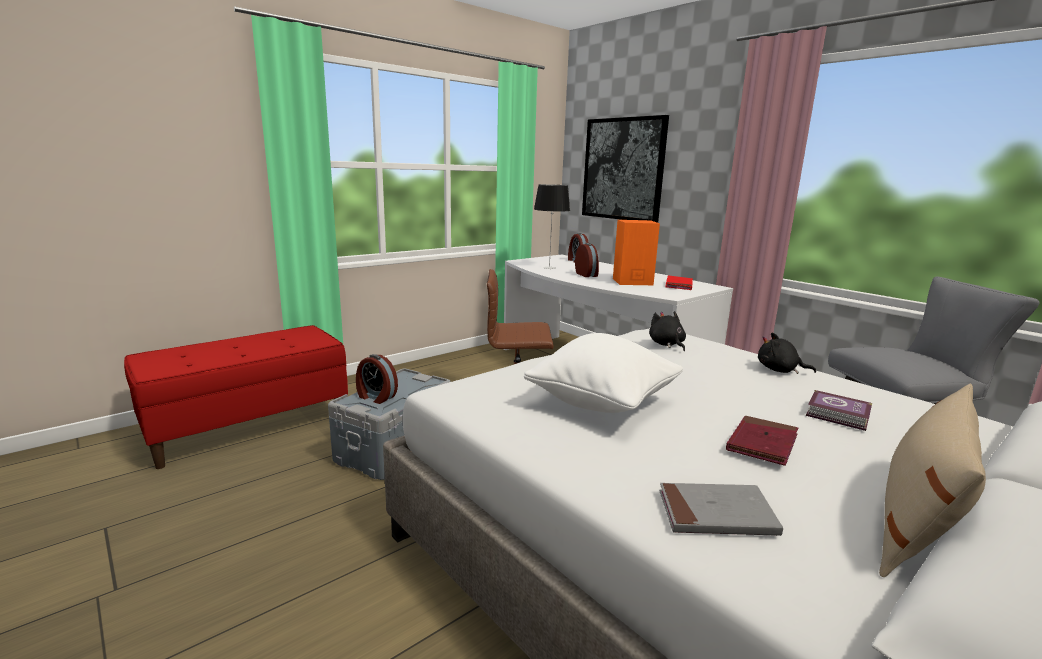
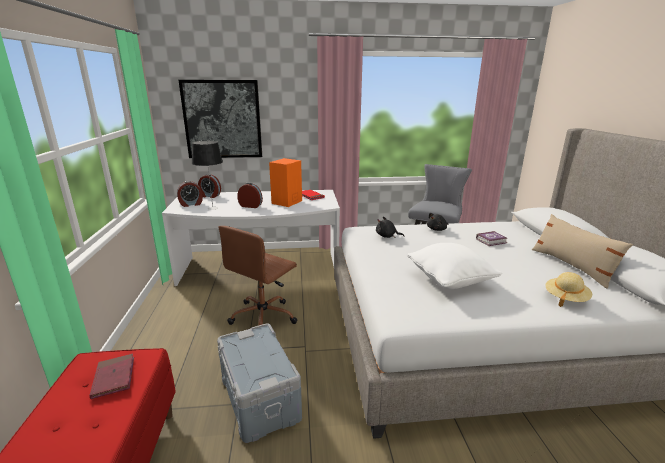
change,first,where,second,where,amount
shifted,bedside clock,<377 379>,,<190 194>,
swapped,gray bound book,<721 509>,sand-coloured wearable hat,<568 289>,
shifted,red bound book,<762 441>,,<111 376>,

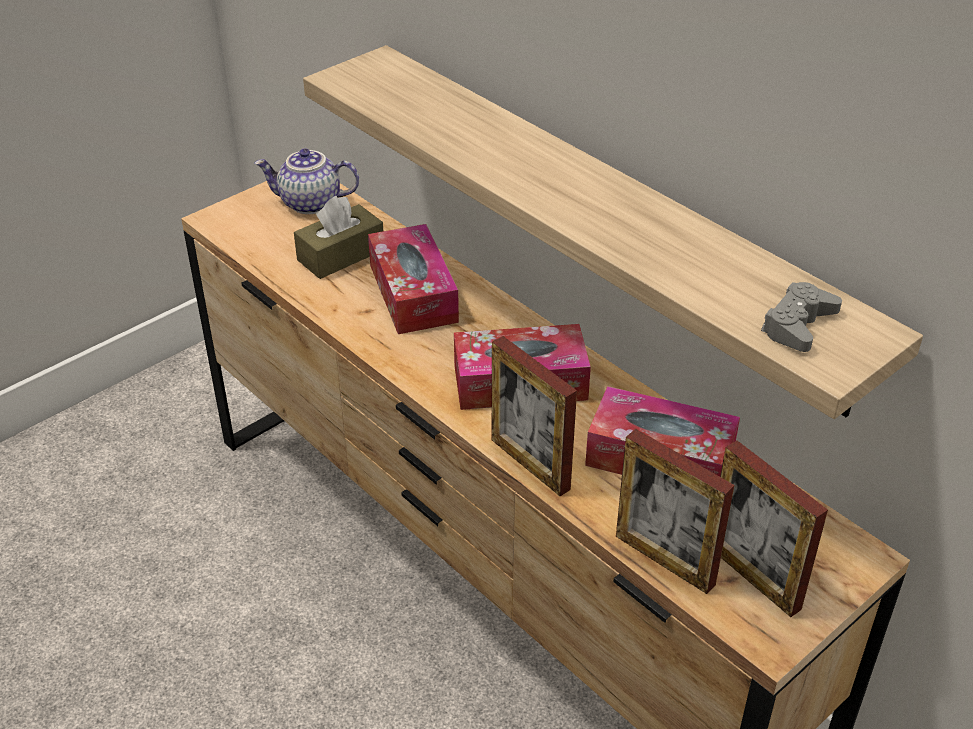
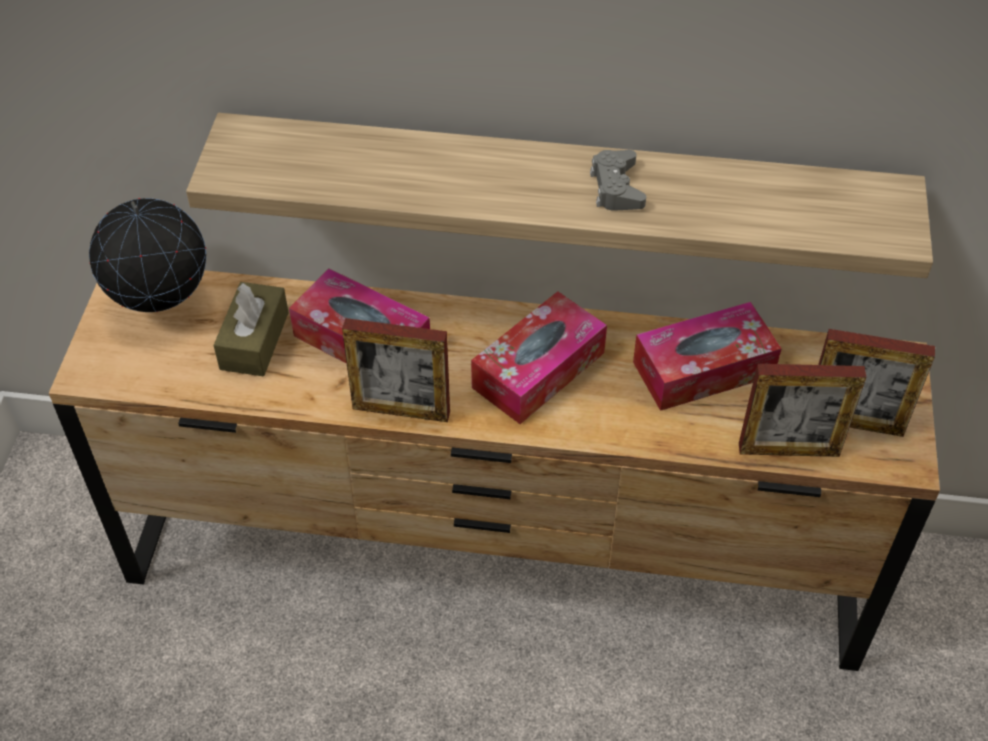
change,first,where,second,where,amount
swapped,pot for tea,<306 181>,world globe,<147 255>,
shifted,picture frame,<534 416>,,<396 370>,
shifted,gray joypad,<801 317>,,<618 180>,

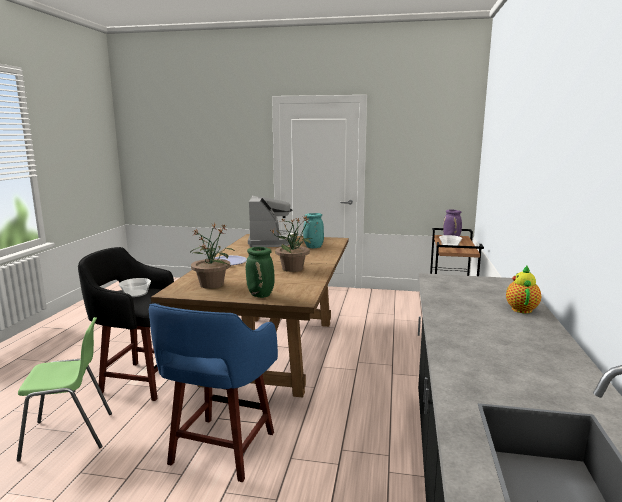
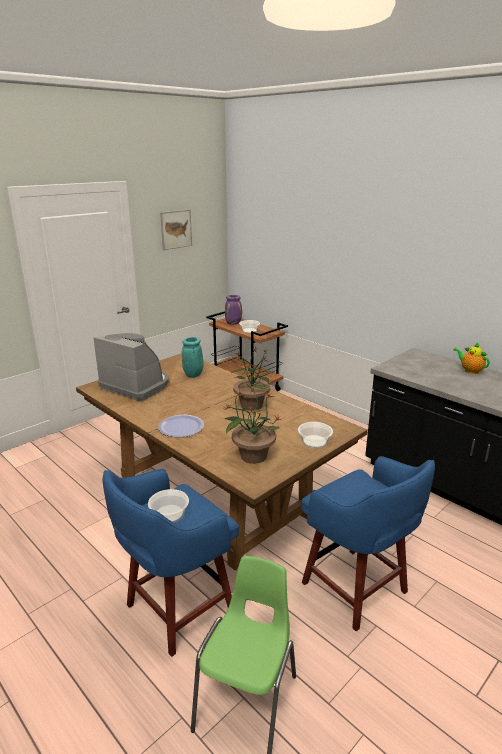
change,first,where,second,where,amount
repainted,black-coloured sitting stool,<126 324>,bluish sitting stool,<171 563>,
swapped,green-coloured decorative vase,<260 272>,serving bowl,<315 435>,
new,,,wall picture,<176 229>,

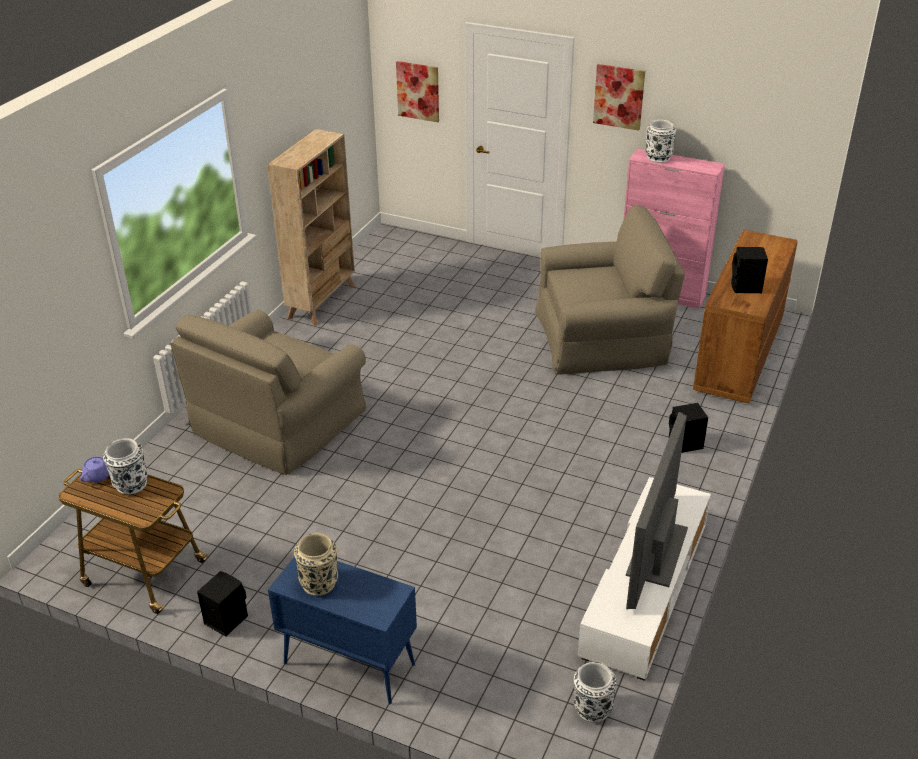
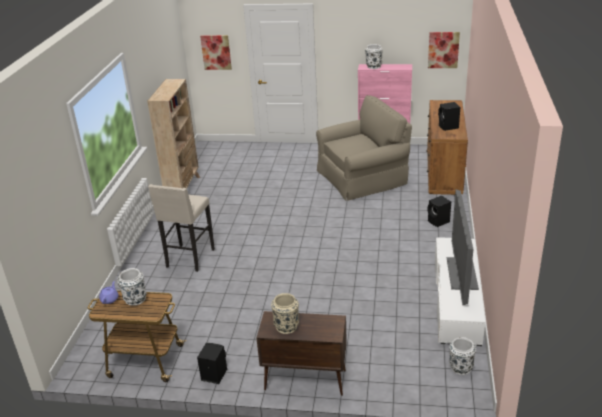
change,first,where,second,where,amount
swapped,sand-coloured armchair,<268 392>,sand-coloured sitting stool,<181 228>,
repainted,bluish cupboard,<342 630>,brown cupboard,<301 353>,
shifted,wall picture,<619 97>,,<444 50>,

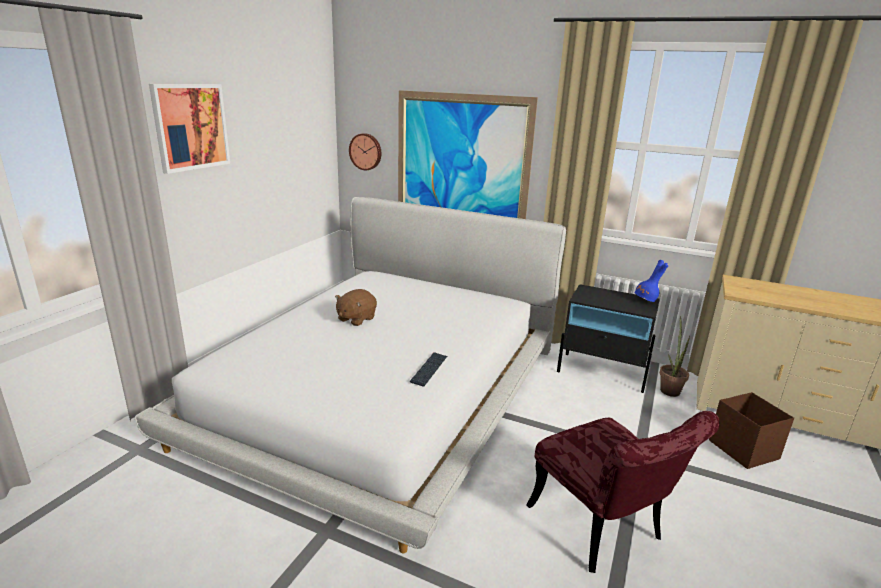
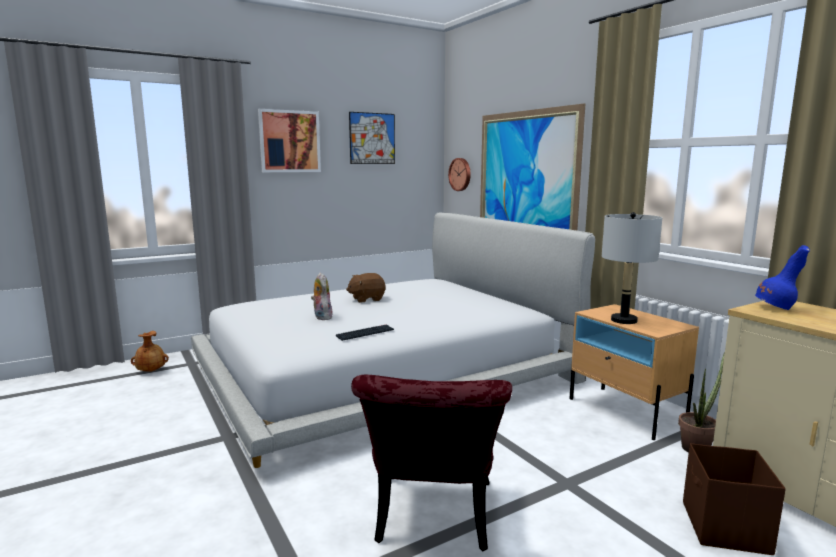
change,first,where,second,where,amount
repainted,black-coloured night table,<608 338>,sand-coloured night table,<634 372>,
shifted,bluish decorative vase,<652 281>,,<782 277>,
new,,,brown decorative vase,<150 351>,
new,,,plush toy,<321 296>,
new,,,wall picture,<372 138>,
new,,,gray lamp for a table,<632 268>,

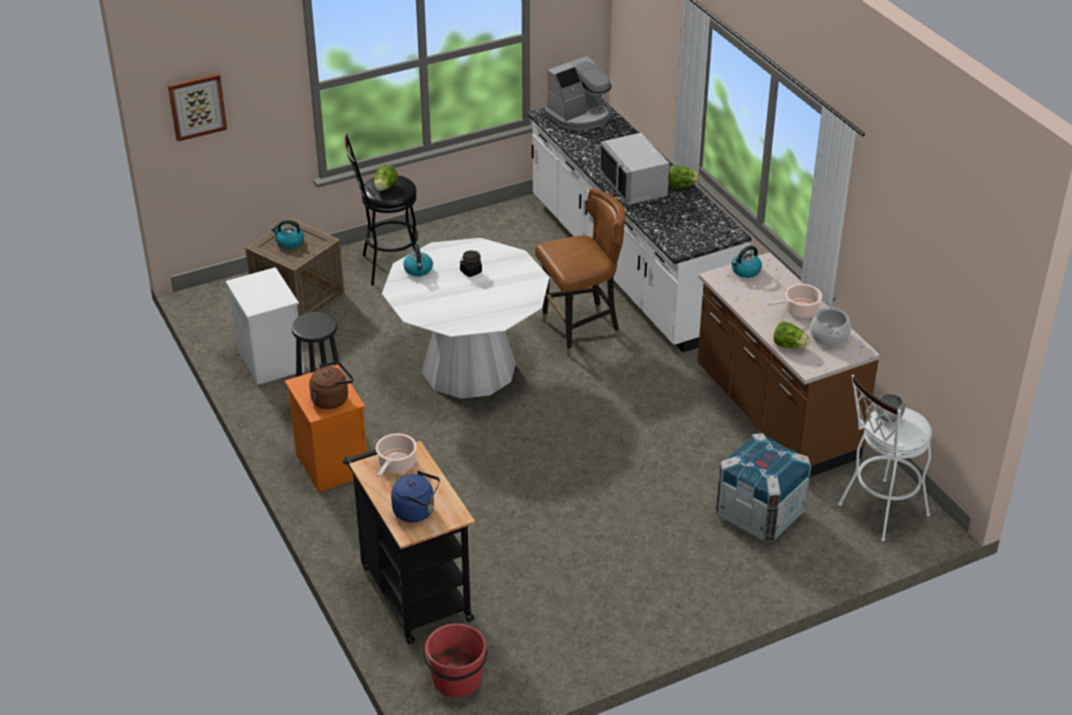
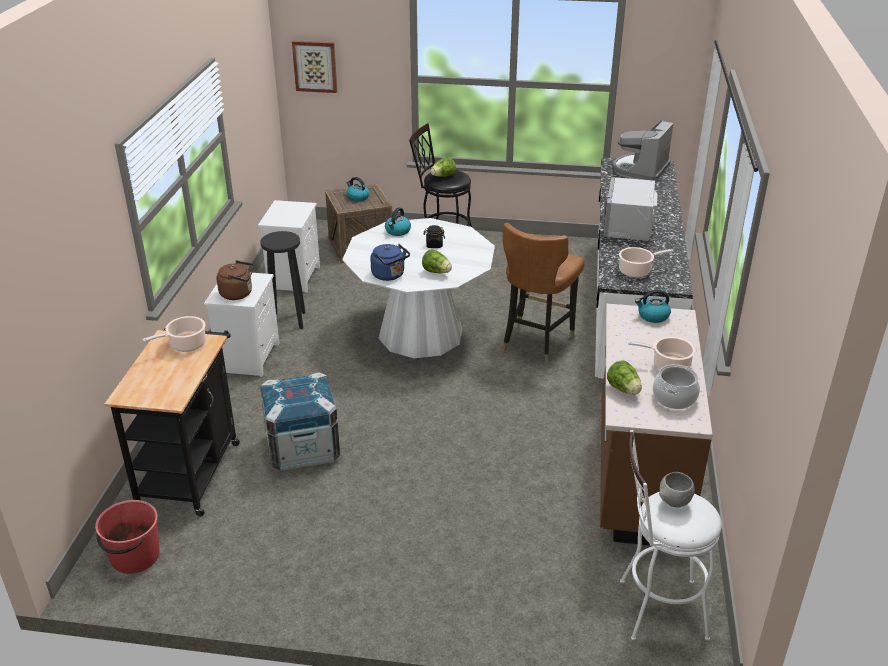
change,first,where,second,where,amount
repainted,orange night table,<326 428>,white night table,<242 324>,
shifted,bluish water kettle,<415 496>,,<390 262>,
rotated,brown chair,<580 272>,,<543 293>,105 degrees clockwise
rotated,coffee machine,<578 93>,,<643 151>,120 degrees clockwise
shifted,head of lettuce,<684 177>,,<437 261>,
shifted,packing crate,<763 487>,,<300 421>,
new,,,cooking pot,<646 262>,

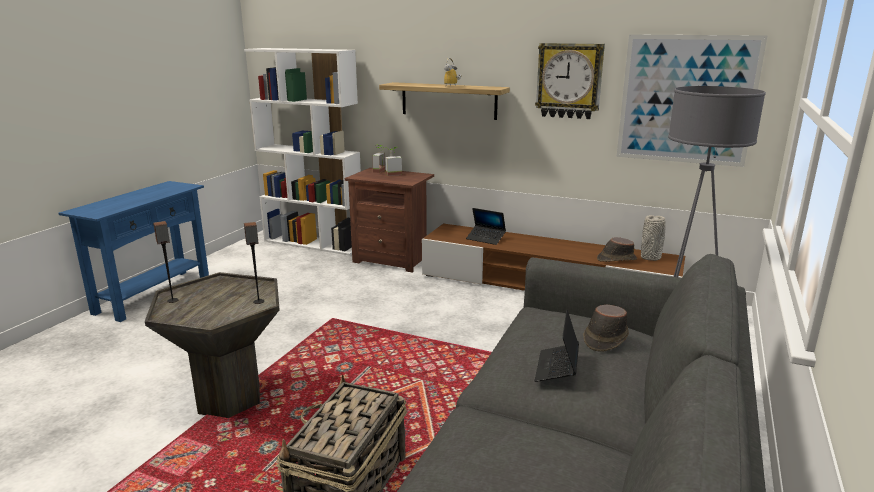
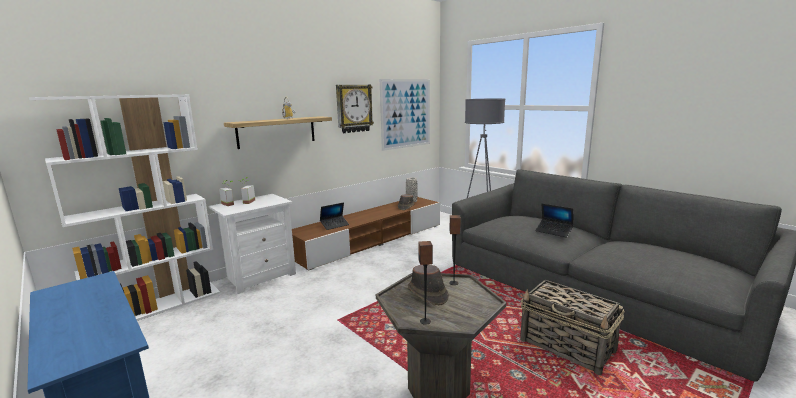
change,first,where,second,where,amount
repainted,brown night table,<389 220>,white night table,<252 244>,
shifted,brown wearable hat,<606 328>,,<428 285>,

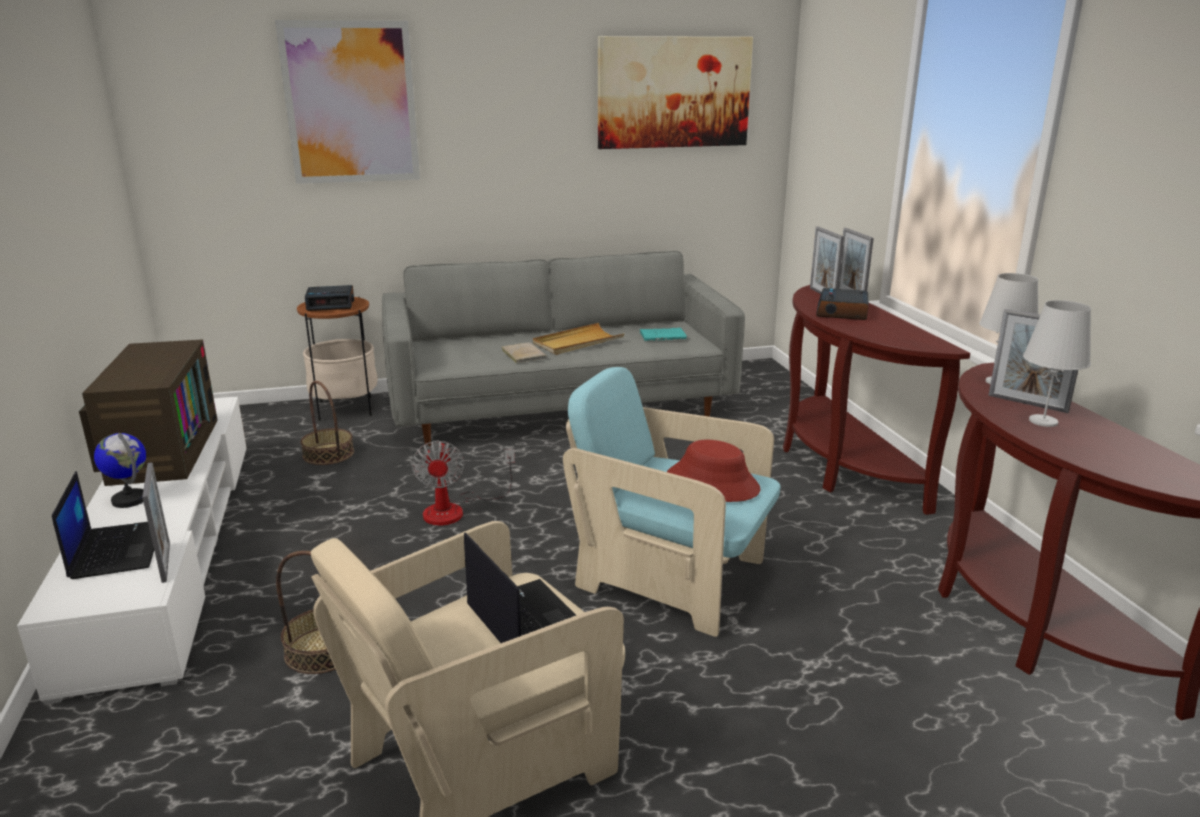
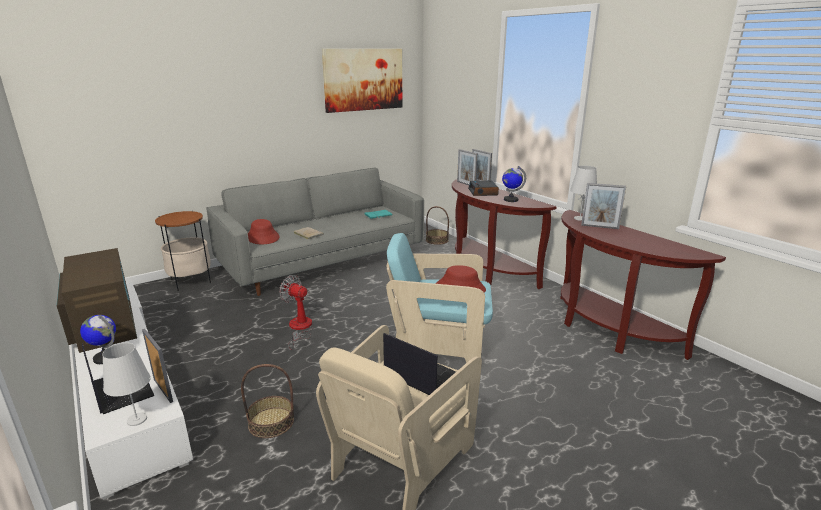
change,first,where,second,where,amount
gone,wall picture,<347 102>,,,
shifted,household basket,<327 423>,,<437 225>,
gone,bedside clock,<329 298>,,,
rotated,cooling fan,<463 483>,,<296 312>,150 degrees clockwise
gone,sand-coloured serving tray,<578 339>,,,
shifted,white lamp for a table,<1057 363>,,<126 384>,
new,,,red wearable hat,<264 231>,
new,,,world globe,<514 184>,

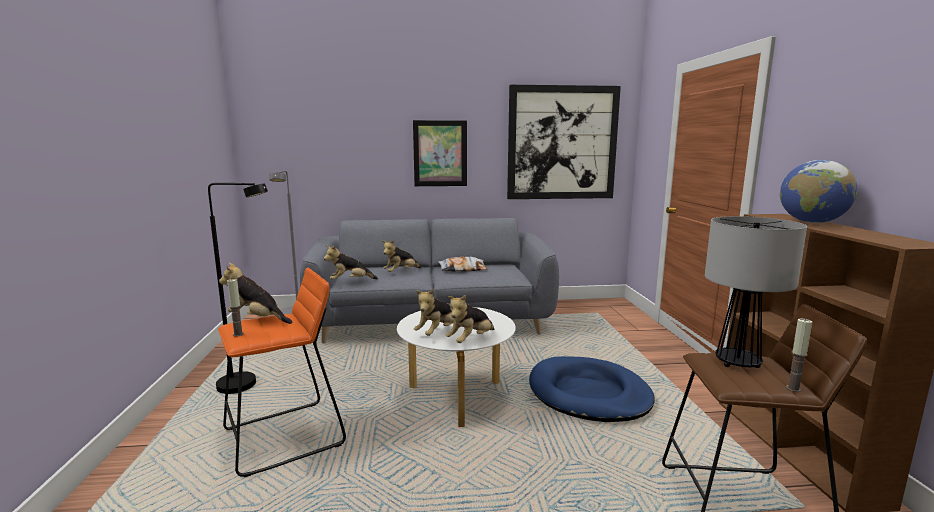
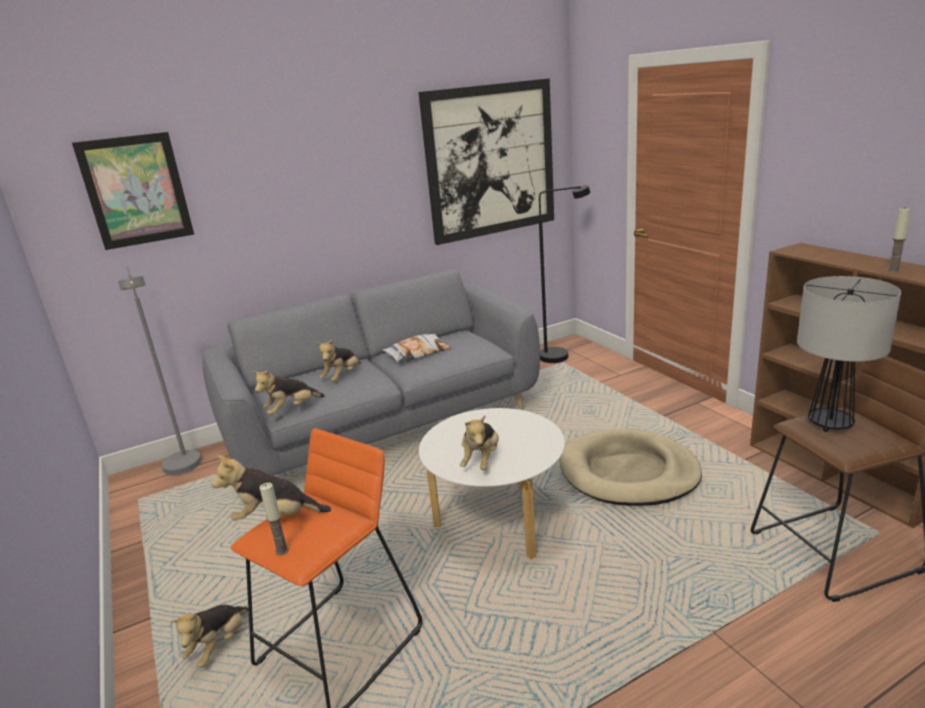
change,first,where,second,where,amount
shifted,black-coloured standing lamp,<238 288>,,<564 274>,
shifted,wall picture,<440 153>,,<133 191>,
shifted,plush toy,<470 319>,,<209 636>,
repainted,bluish dog cushion,<592 389>,sand-coloured dog cushion,<631 467>,
gone,world globe,<819 191>,,,
shifted,wax candle,<799 355>,,<899 239>,

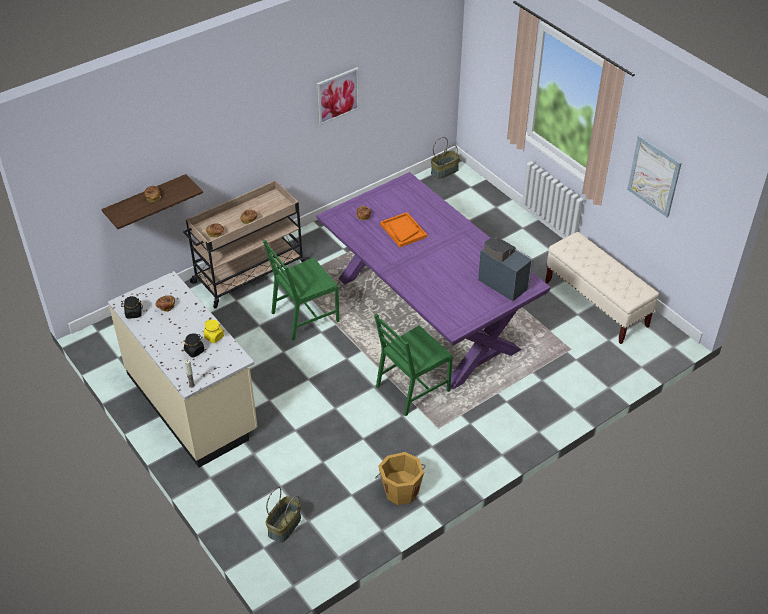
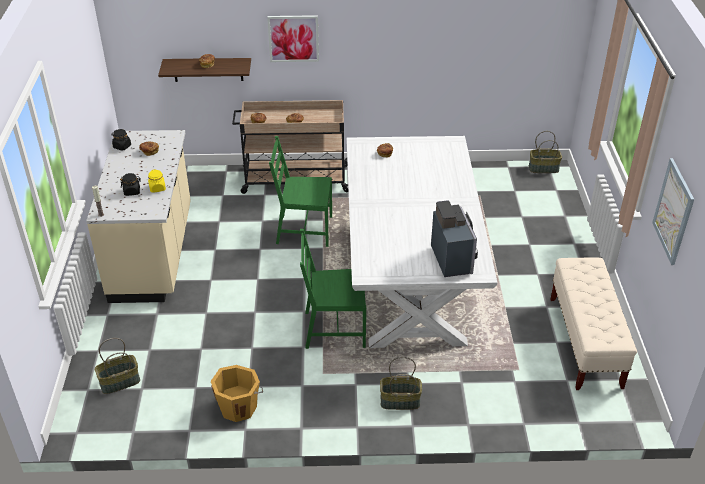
change,first,where,second,where,amount
repainted,purplish dining table,<433 280>,white dining table,<422 242>,
shifted,wall picture,<338 96>,,<293 38>,
gone,orange serving tray,<403 229>,,,
new,,,household basket,<401 383>,

